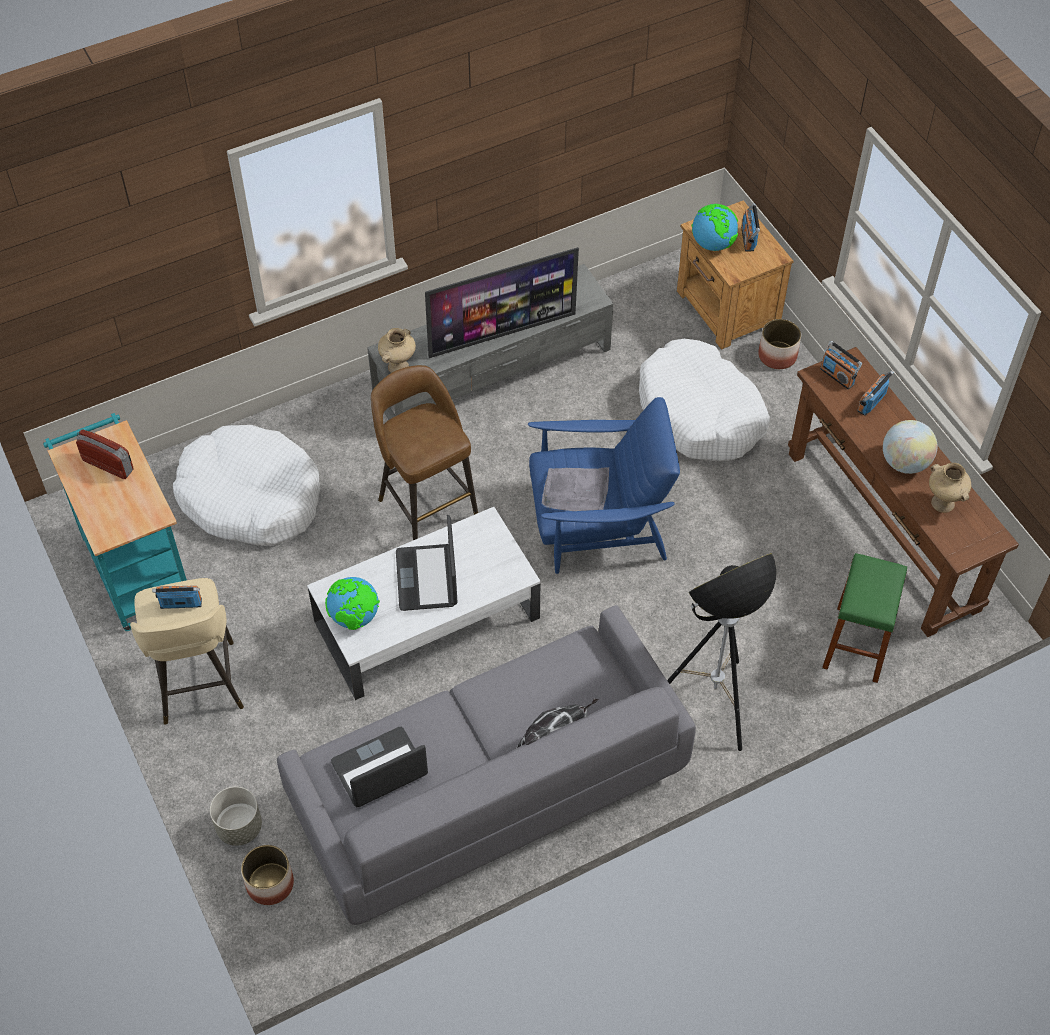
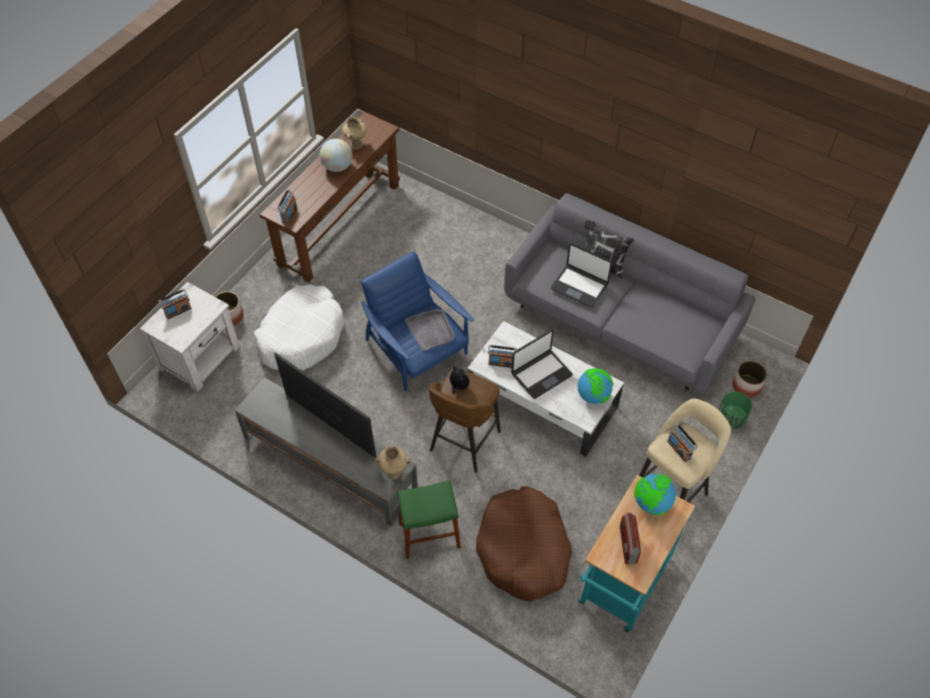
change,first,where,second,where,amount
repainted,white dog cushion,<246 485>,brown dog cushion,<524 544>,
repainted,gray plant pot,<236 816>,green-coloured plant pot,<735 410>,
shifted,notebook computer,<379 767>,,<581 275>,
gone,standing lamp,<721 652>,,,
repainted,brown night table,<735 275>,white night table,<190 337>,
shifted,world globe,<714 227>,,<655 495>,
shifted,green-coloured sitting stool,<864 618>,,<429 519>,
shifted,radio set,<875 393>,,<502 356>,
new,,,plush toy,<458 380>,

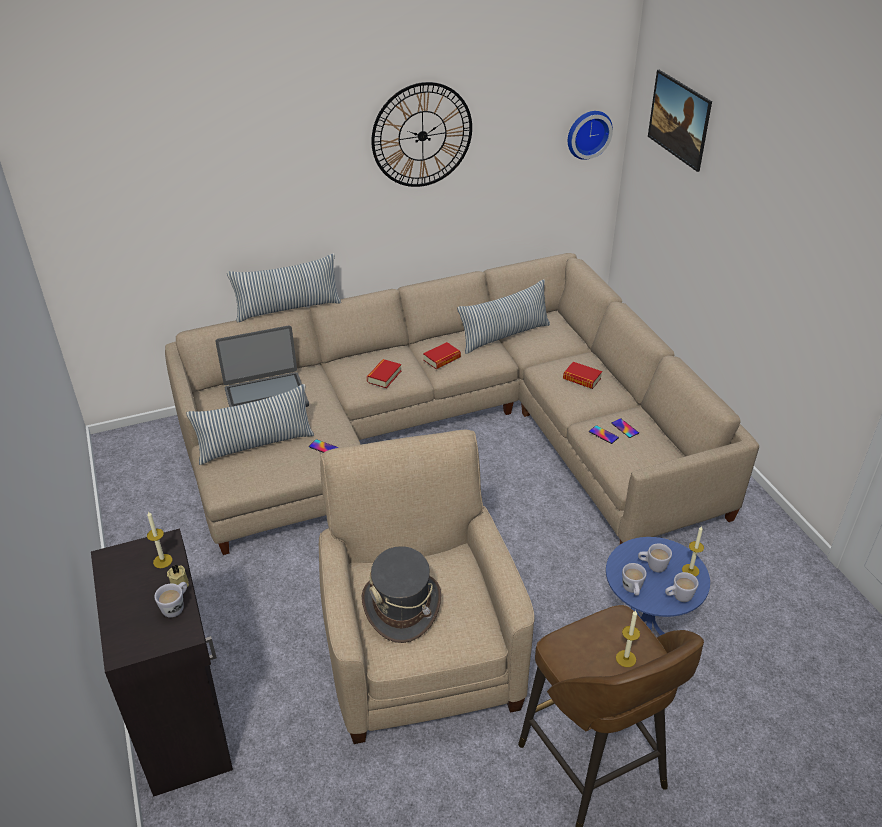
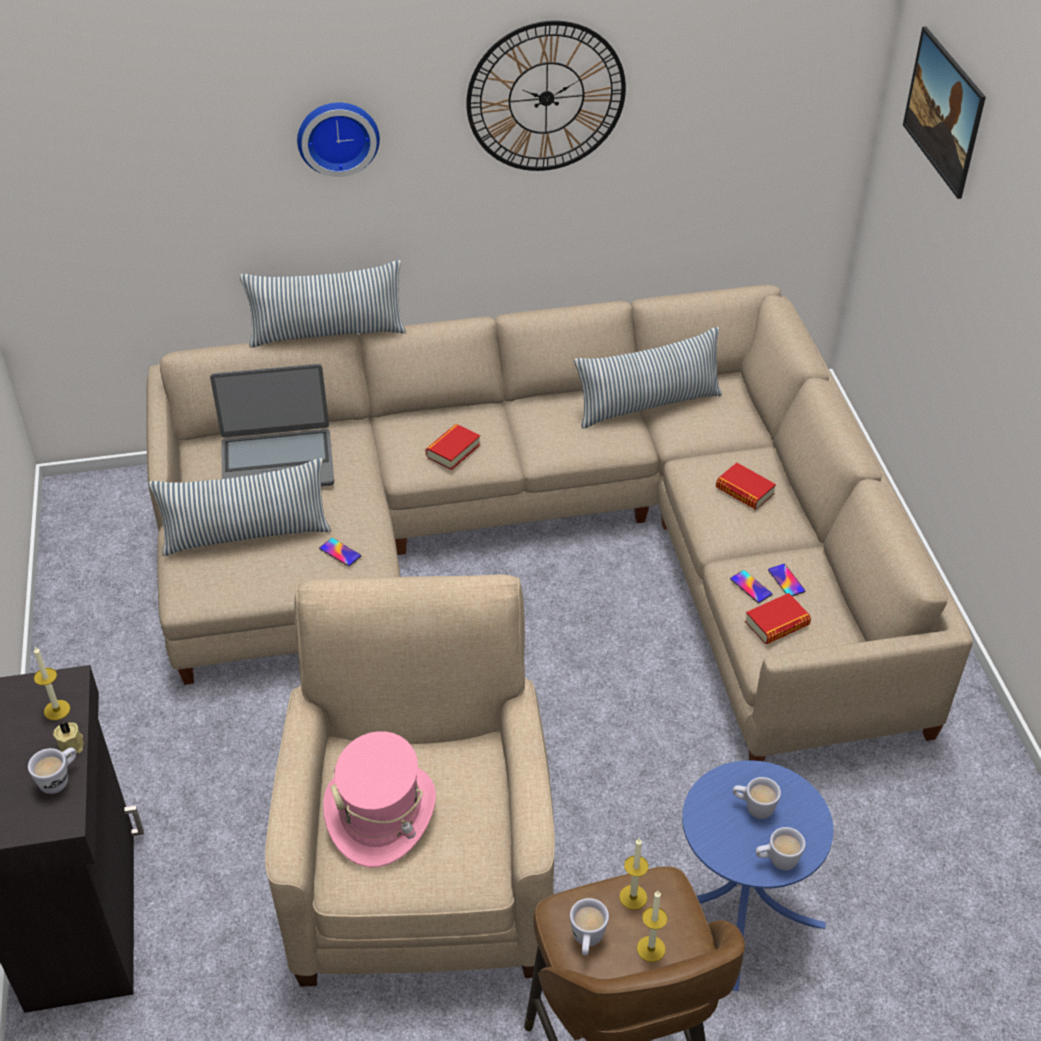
change,first,where,second,where,amount
repainted,gray wearable hat,<401 594>,pinkish wearable hat,<379 799>,
shifted,bound book,<442 355>,,<778 618>,
shifted,clock on the wall,<590 135>,,<338 139>,
shifted,white mug,<634 579>,,<589 926>,
shifted,wax candle,<693 551>,,<634 874>,

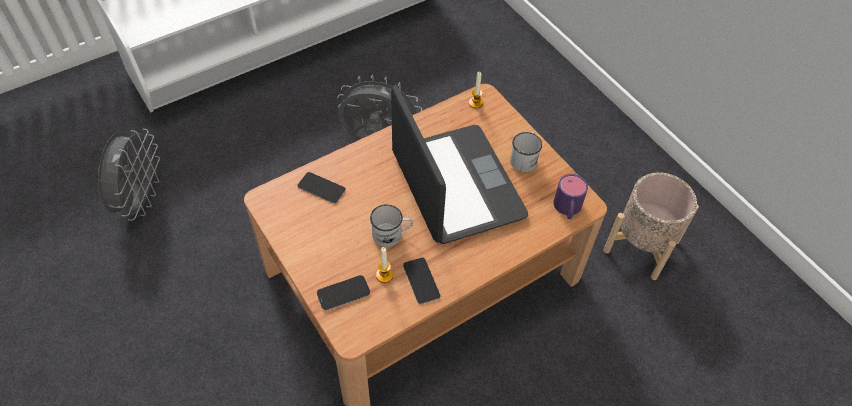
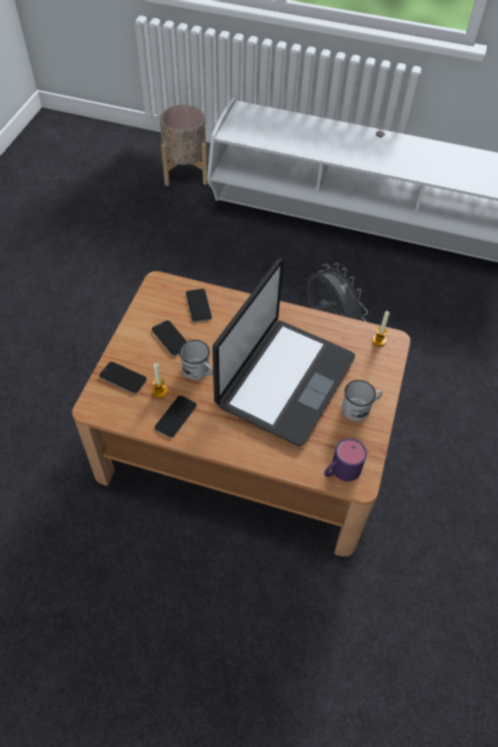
change,first,where,second,where,amount
gone,gray cooling fan,<129 175>,,,
shifted,sand-coloured plant pot,<651 226>,,<184 145>,
new,,,handset,<169 338>,

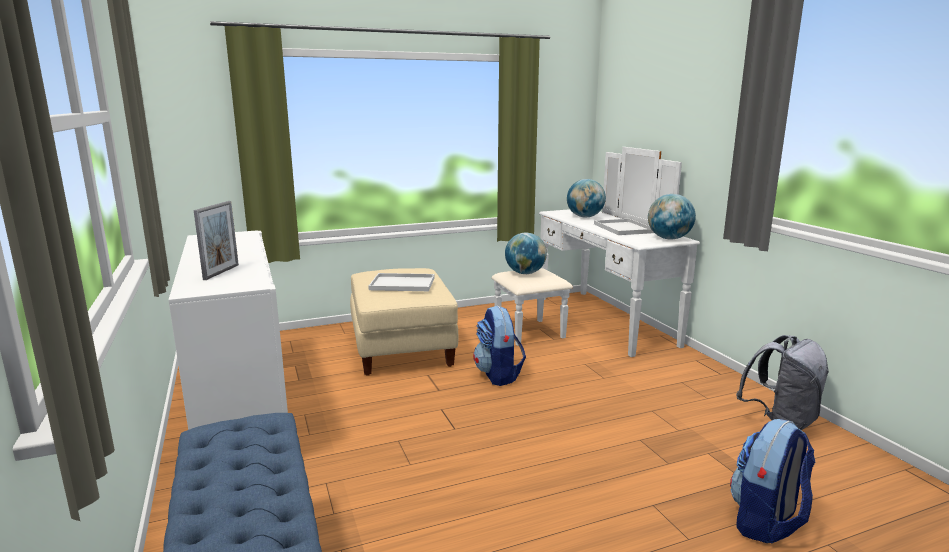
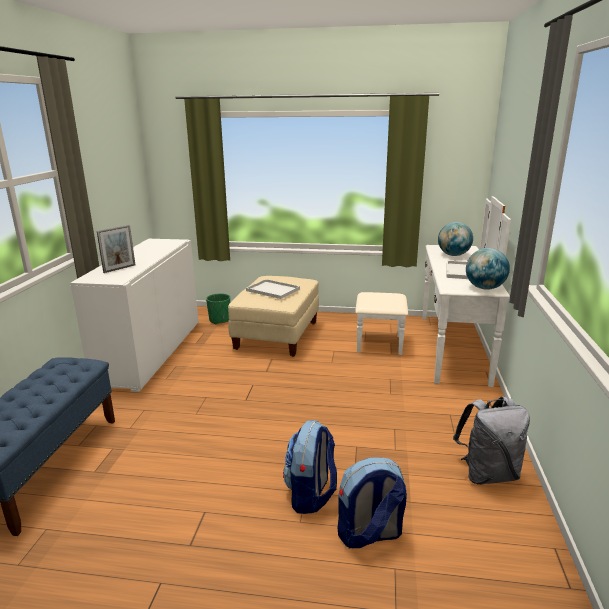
change,first,where,second,where,amount
shifted,backpack,<499 345>,,<310 467>,
gone,world globe,<526 253>,,,
new,,,green-coloured plant pot,<218 308>,

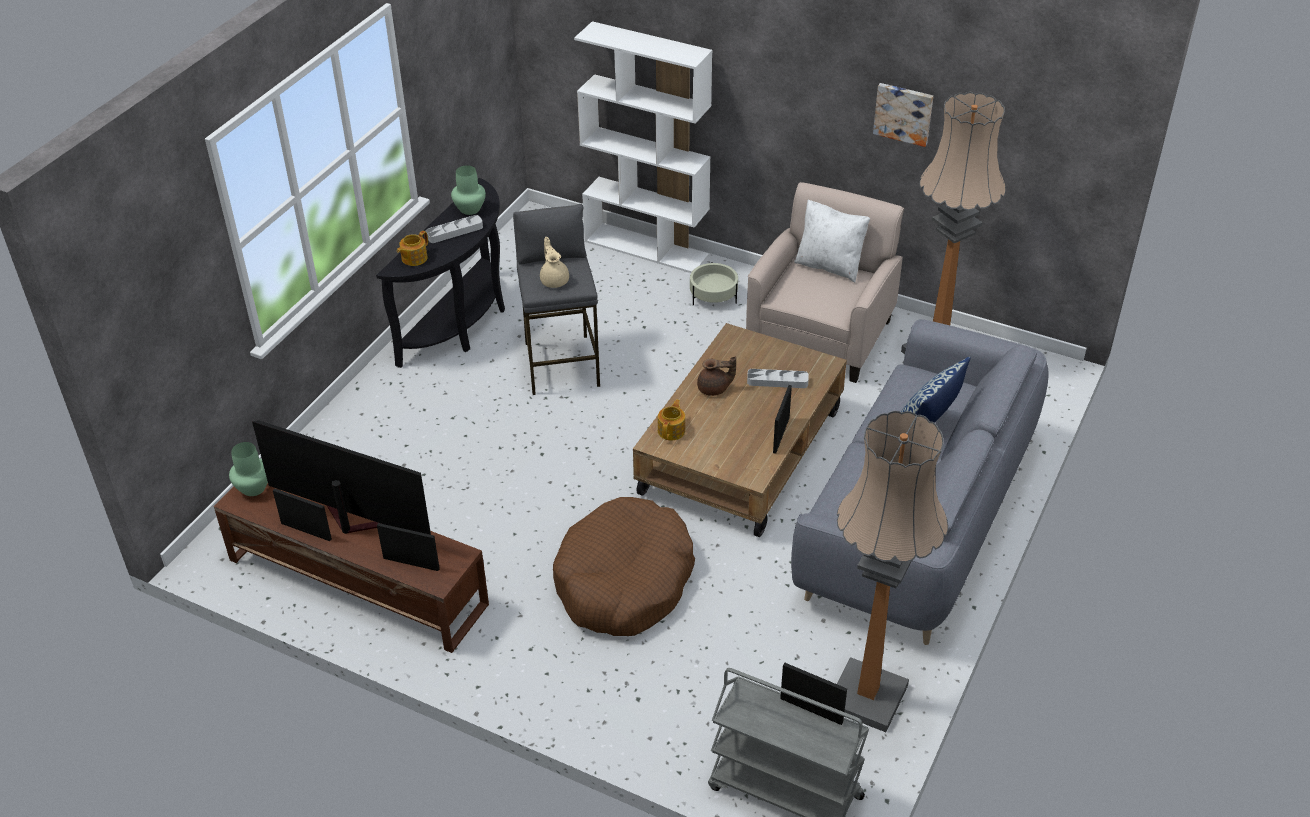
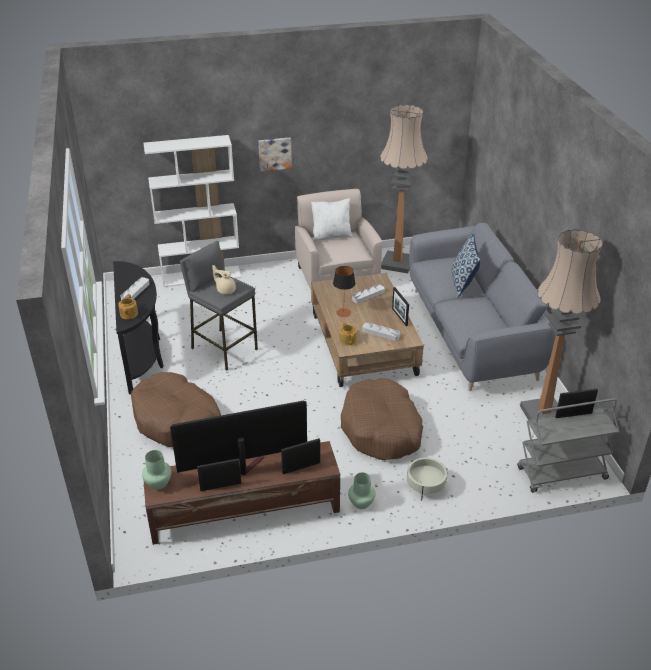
change,first,where,second,where,amount
shifted,green-coloured decorative vase,<468 190>,,<362 491>,
shifted,sand-coloured plant pot,<714 283>,,<427 479>,
swapped,brown pot for tea,<716 376>,lamp for a table,<344 291>,
shifted,wall picture,<903 115>,,<275 155>,
new,,,brown dog cushion,<176 409>,
new,,,gray serving tray,<381 331>,

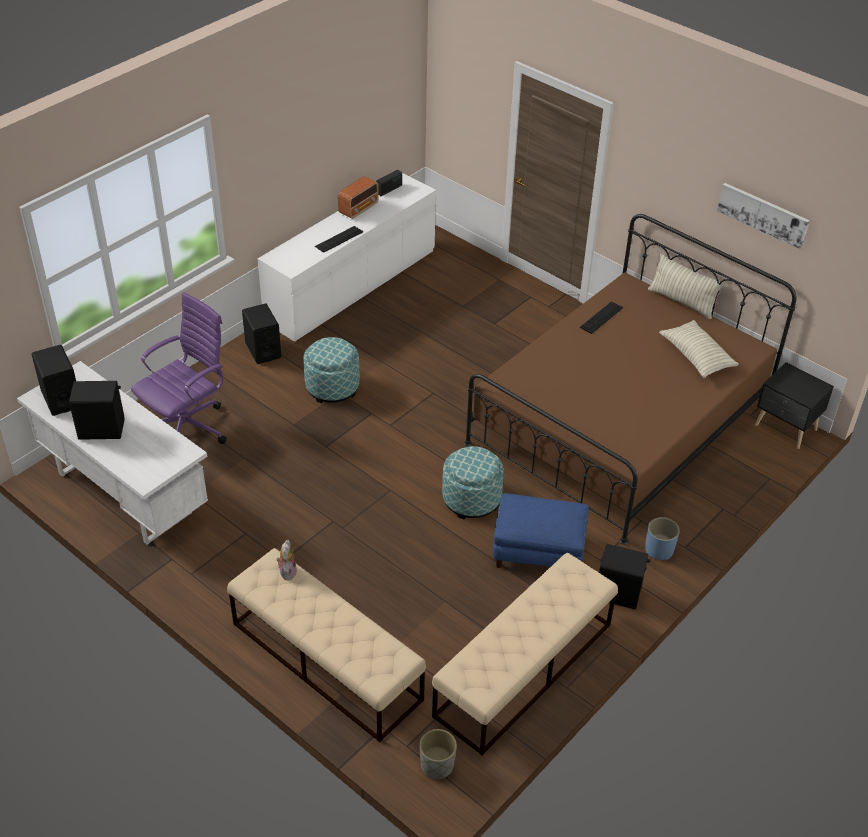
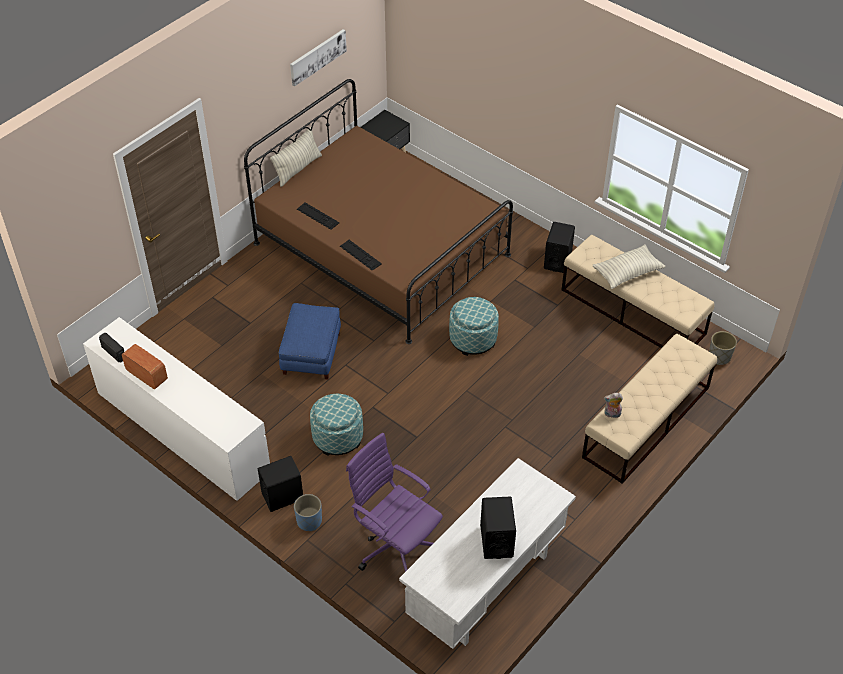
change,first,where,second,where,amount
gone,black-coloured audio speaker,<54 380>,,,
shifted,keyboard,<339 239>,,<361 255>,
shifted,bluish footrest,<541 530>,,<310 341>,
shifted,bluish plant pot,<662 538>,,<308 512>,
shifted,pillow,<699 349>,,<629 266>,

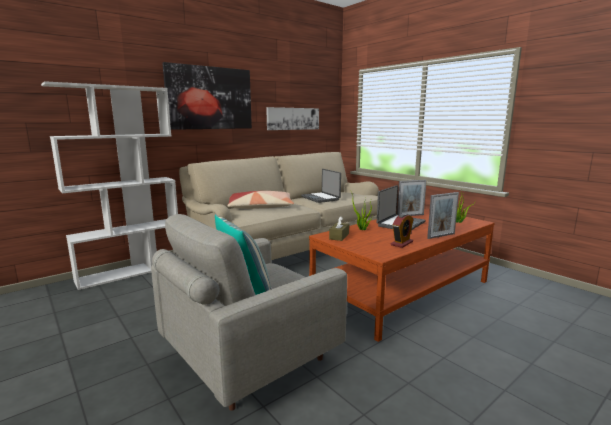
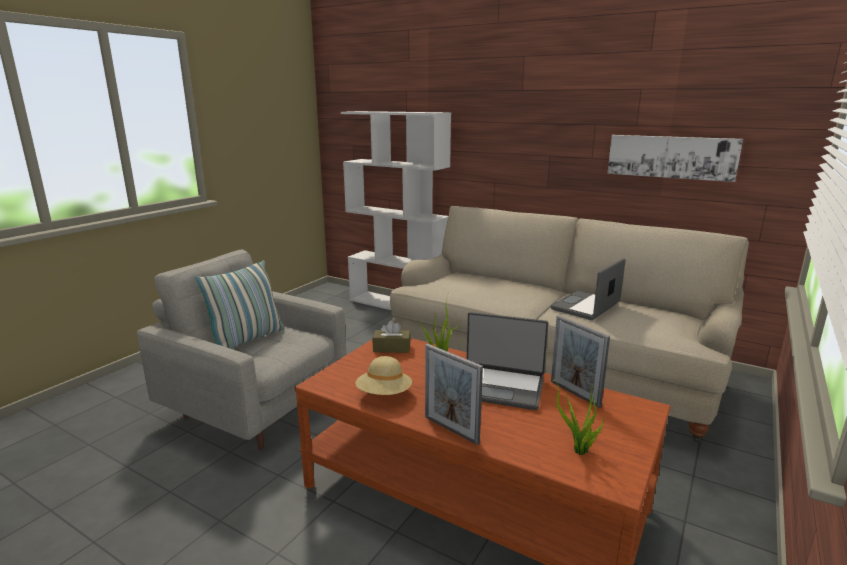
change,first,where,second,where,amount
gone,wall picture,<207 96>,,,
gone,pillow,<260 200>,,,
swapped,bedside clock,<401 230>,sand-coloured wearable hat,<383 375>,

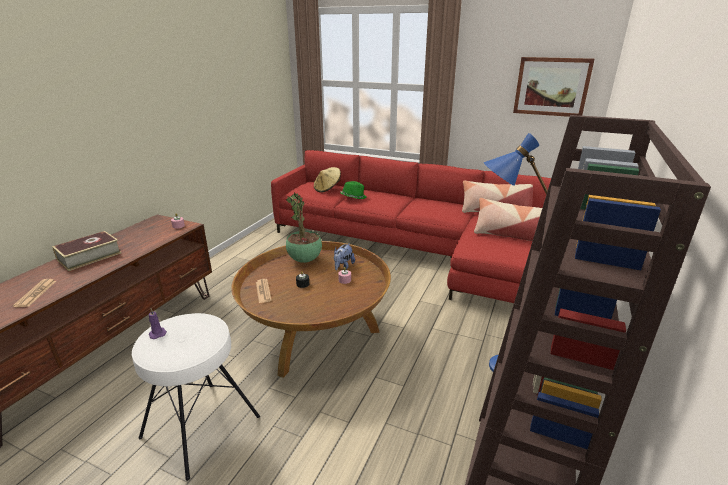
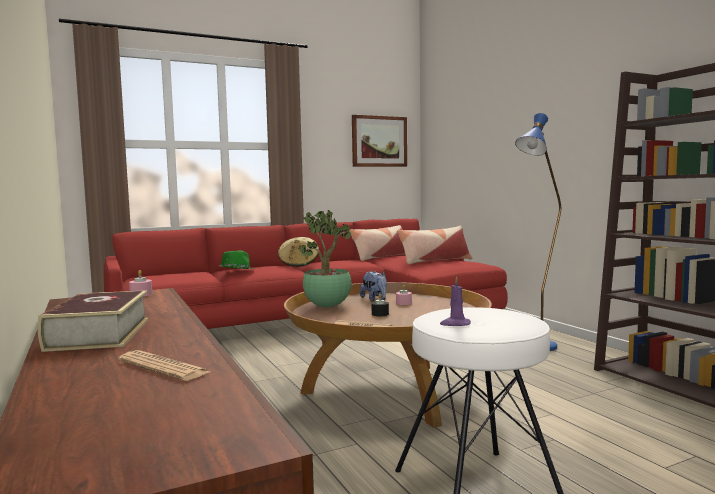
change,first,where,second,where,amount
shifted,sand-coloured wearable hat,<327 180>,,<298 252>,

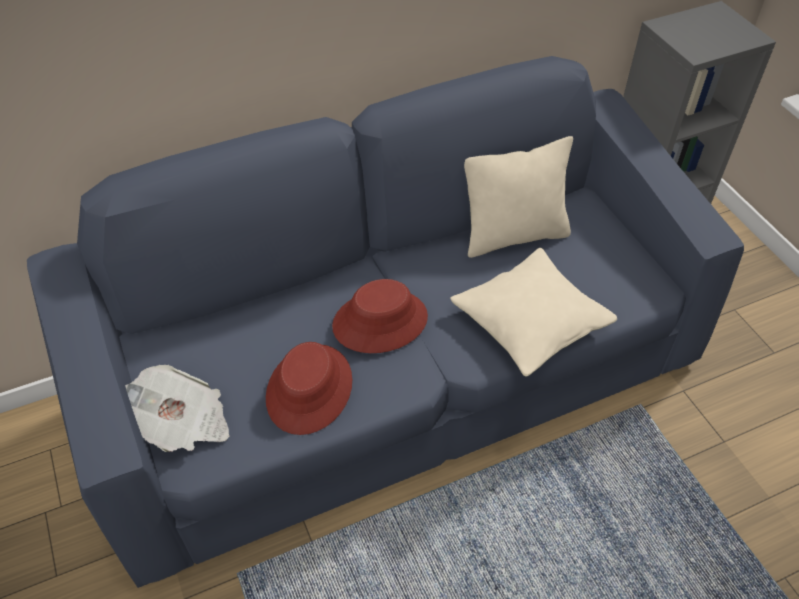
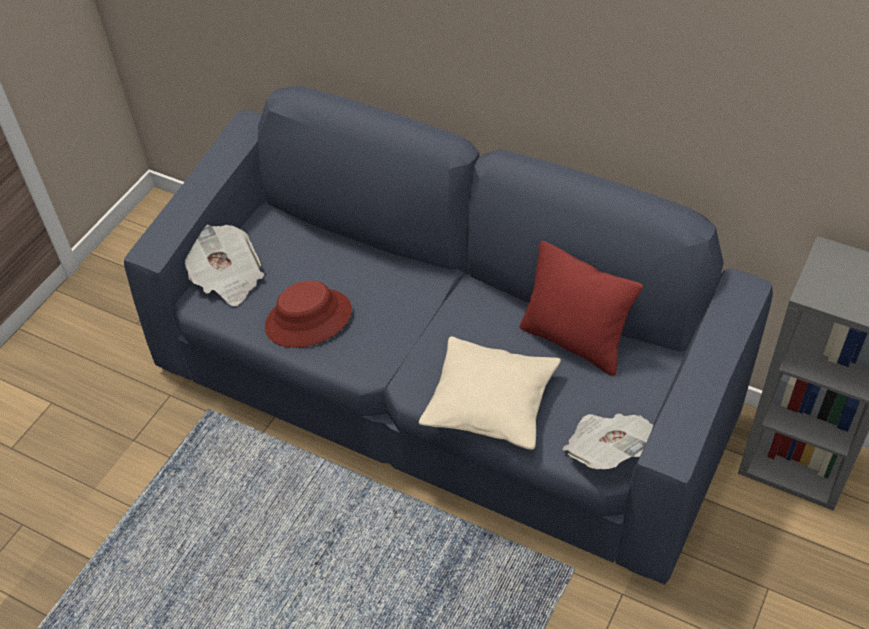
change,first,where,second,where,amount
gone,red wearable hat,<380 316>,,,
repainted,sand-coloured pillow,<518 197>,red pillow,<581 308>,
new,,,printed paper,<607 441>,

